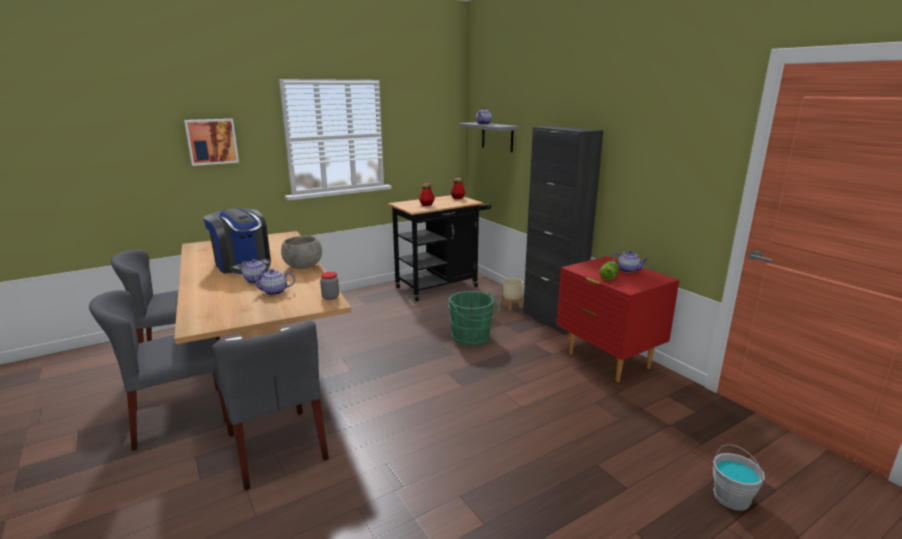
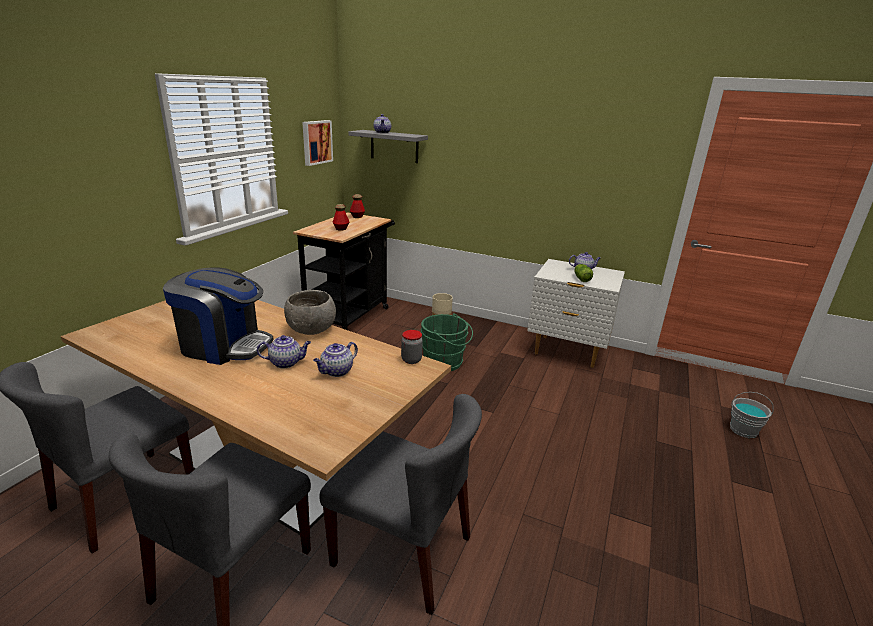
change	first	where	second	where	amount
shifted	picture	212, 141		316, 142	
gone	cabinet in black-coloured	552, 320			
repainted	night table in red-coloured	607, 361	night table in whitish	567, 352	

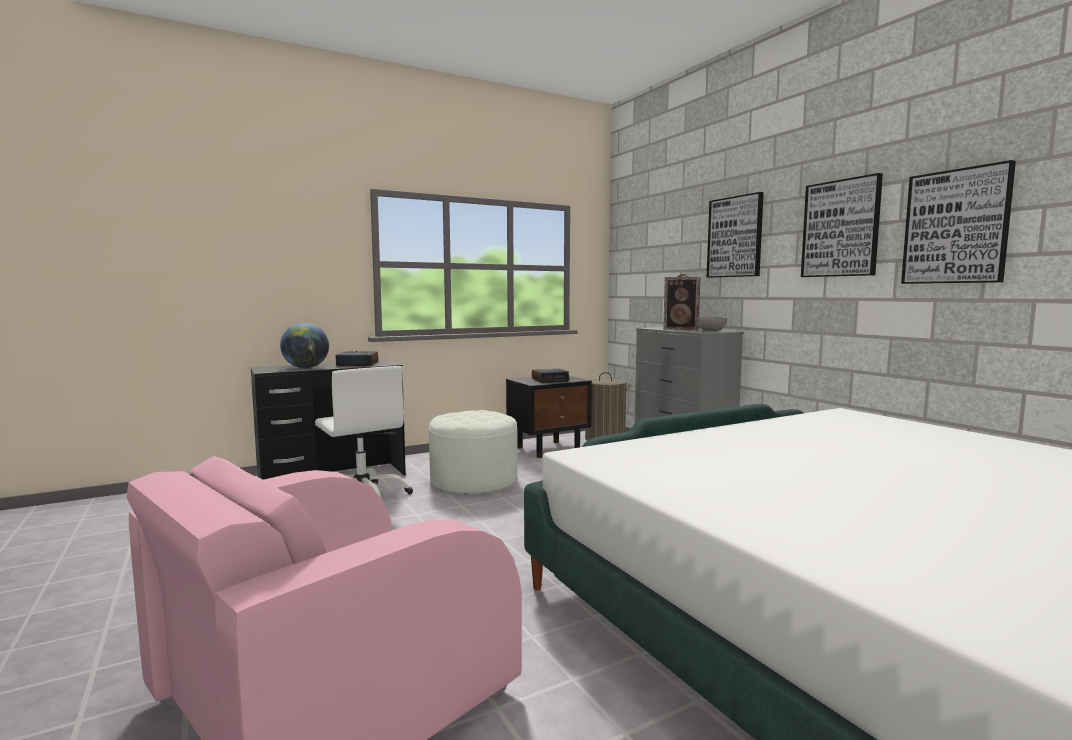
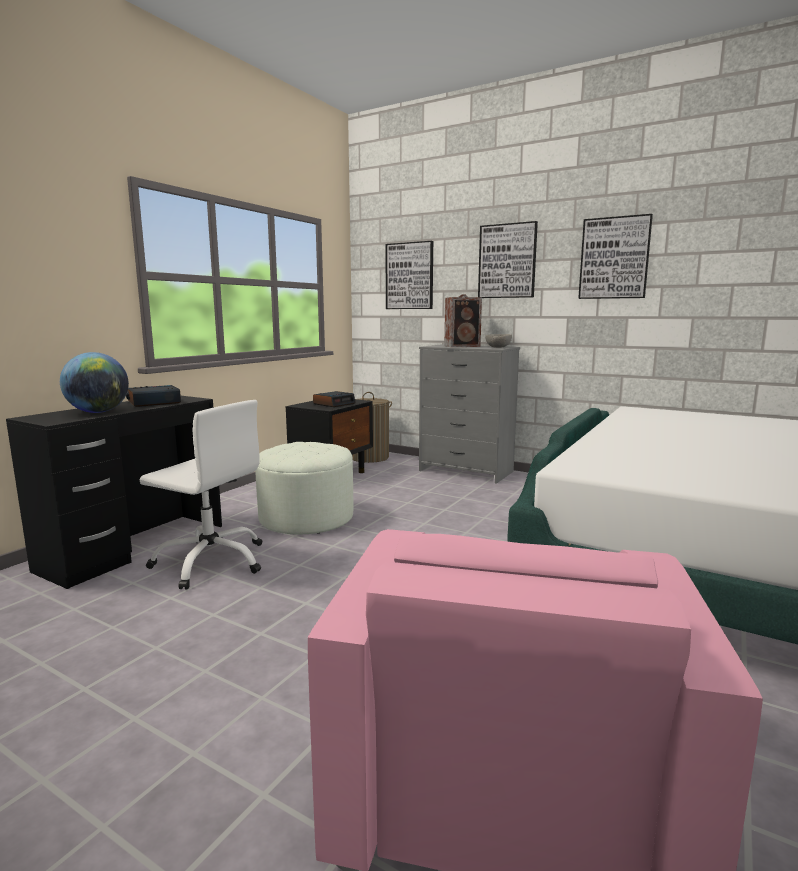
change	first	where	second	where	amount
shifted	picture	956, 227		409, 276	

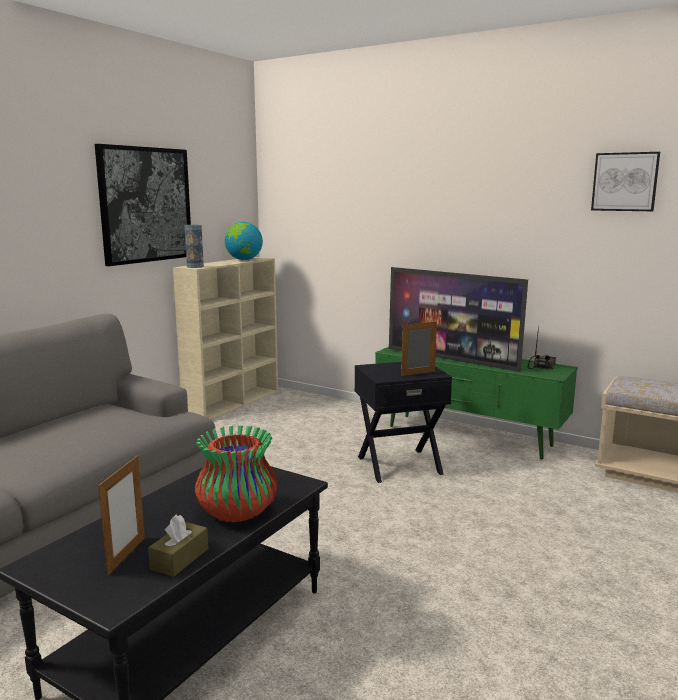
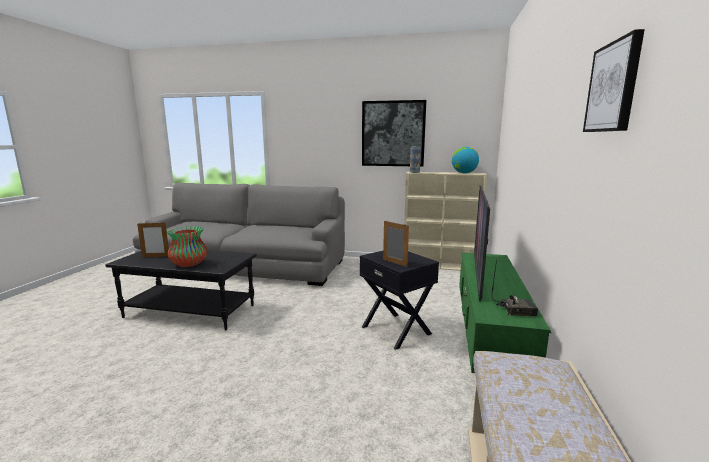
change	first	where	second	where	amount
gone	box of tissues in brown	180, 559			

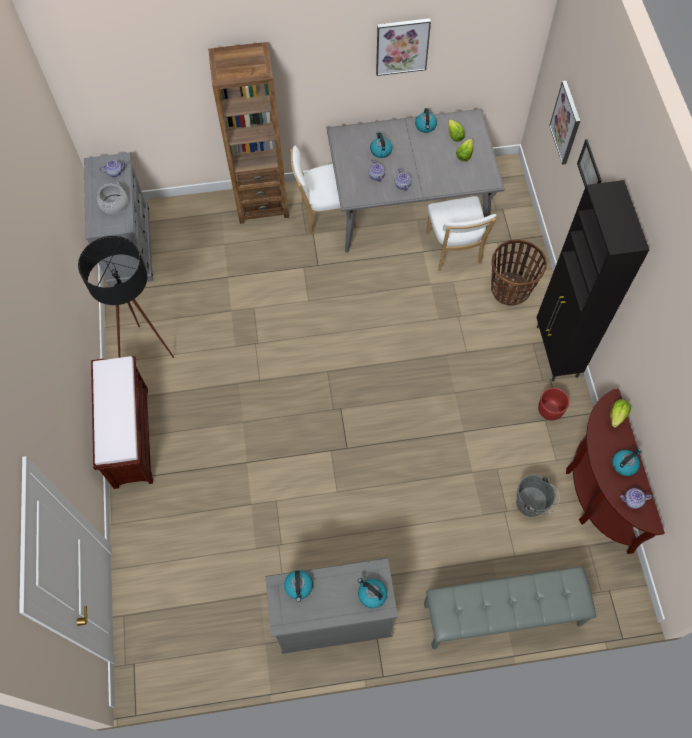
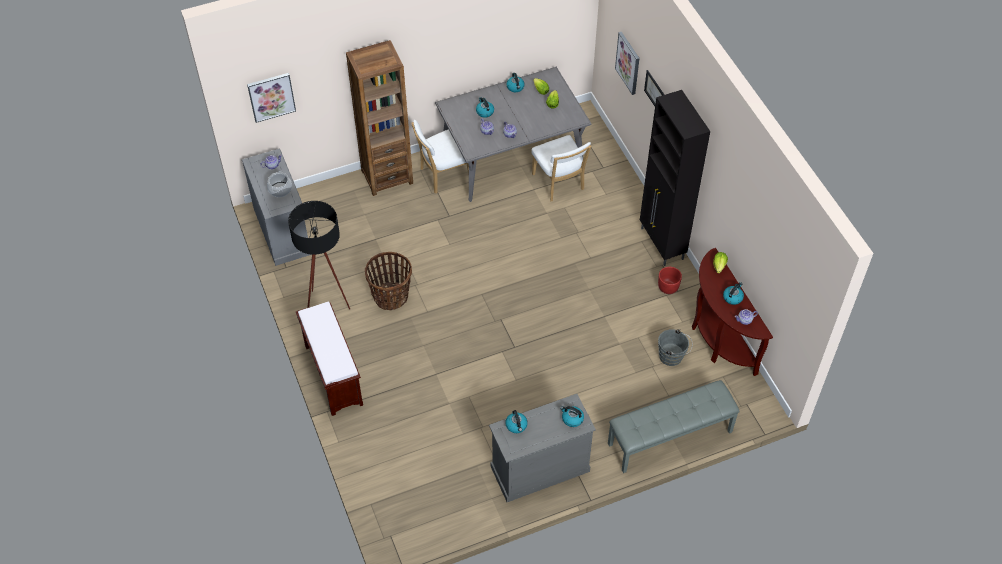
change	first	where	second	where	amount
shifted	picture	402, 46		271, 96	
shifted	household basket	510, 289		391, 296	

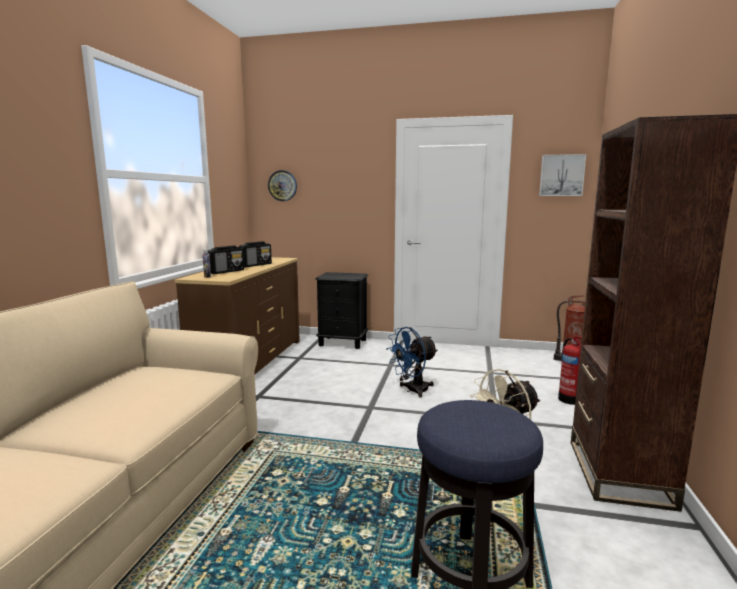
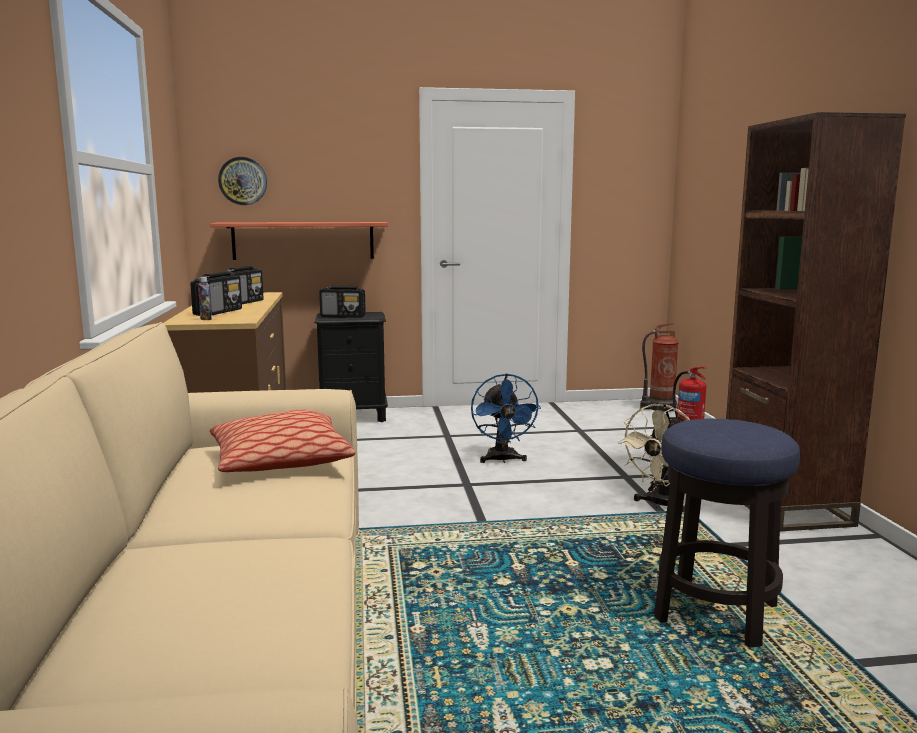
change	first	where	second	where	amount
gone	picture	561, 175			
rotated	electric fan in blue	412, 390		502, 460	45 degrees counterclockwise
new			shelf	303, 240	
new			radio set	343, 316	
new			cushion	280, 461	

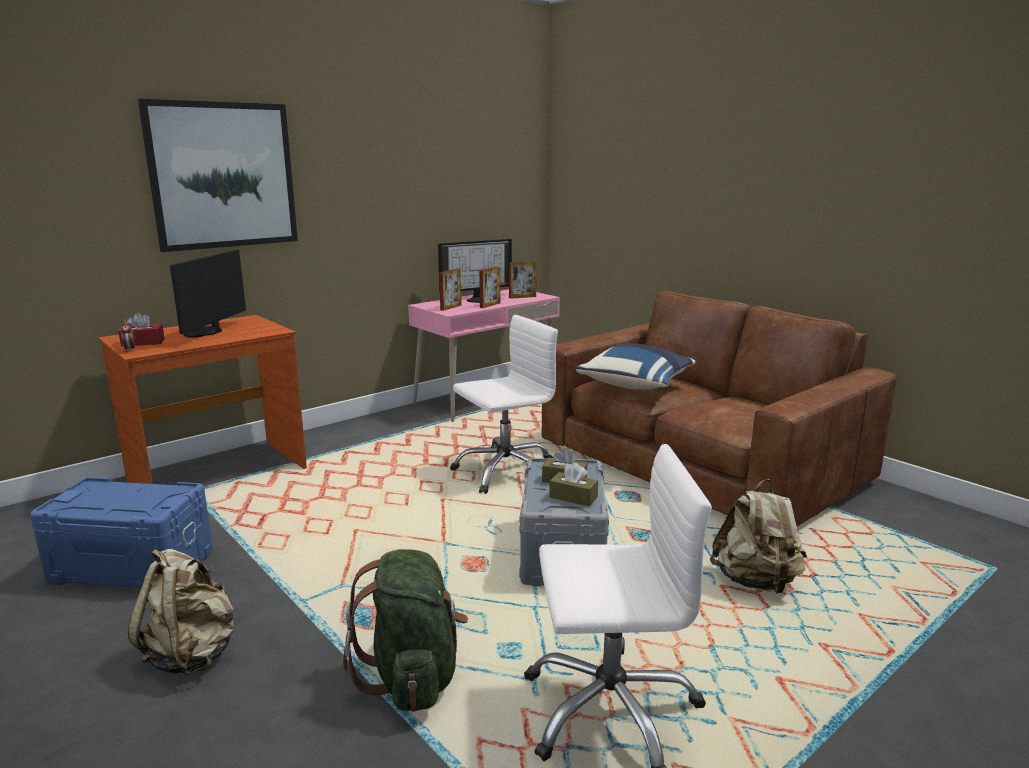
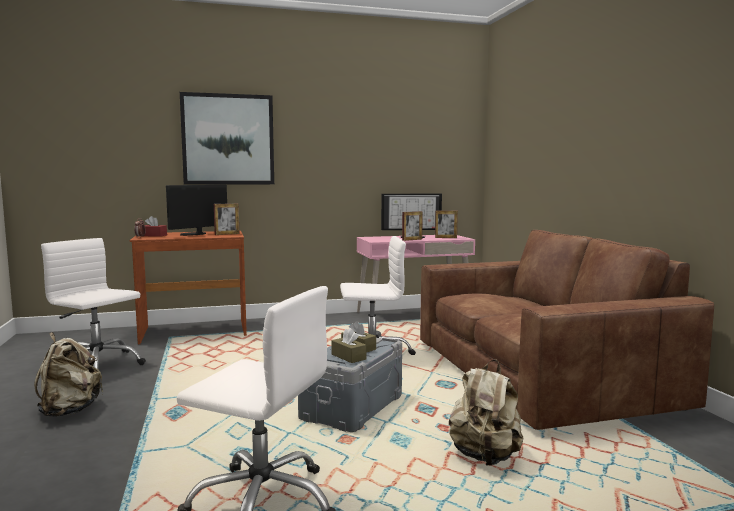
change	first	where	second	where	amount
shifted	standing frame	451, 307		227, 234	
gone	cushion in blue	637, 385			
swapped	storage box in blue	133, 565	office chair in whitish	97, 365	
gone	rucksack in green-coloured	412, 676			

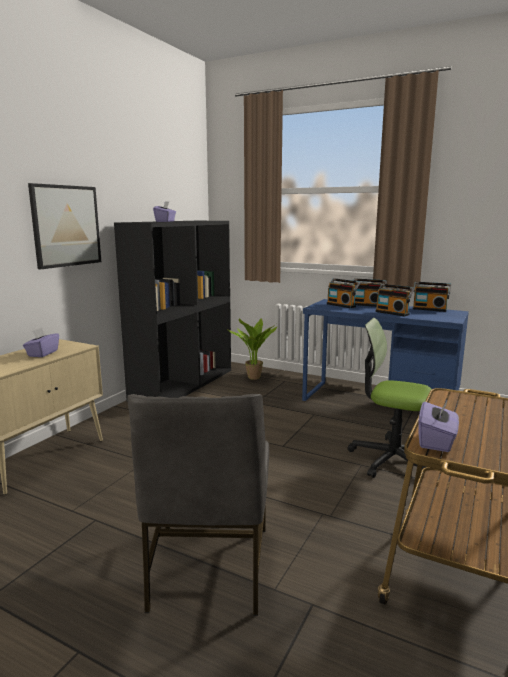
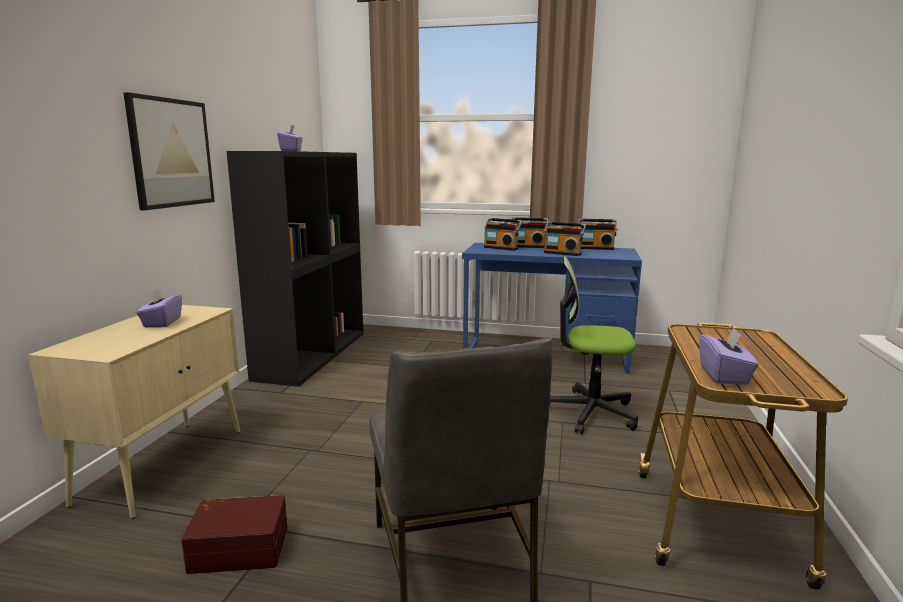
change	first	where	second	where	amount
gone	plant in a pot	255, 378			
new			storage box in brown	240, 547	

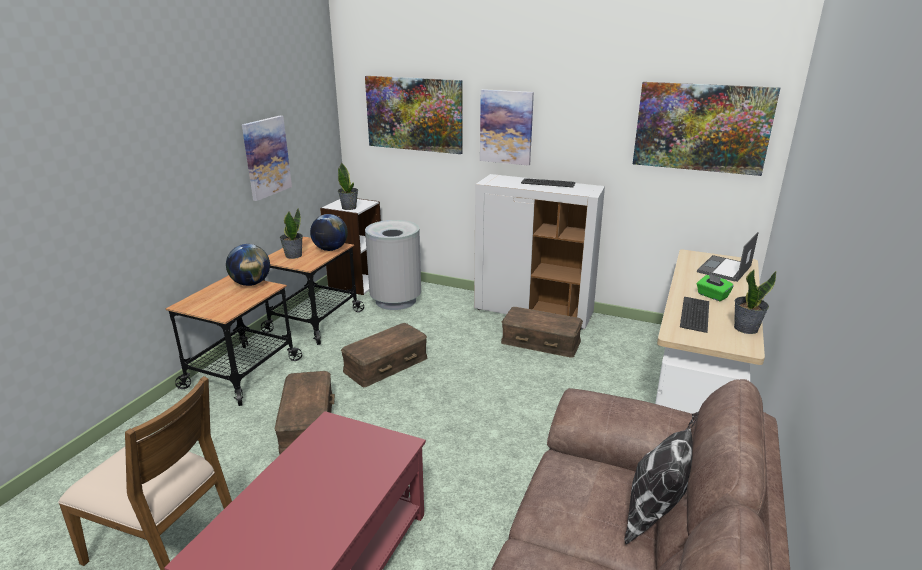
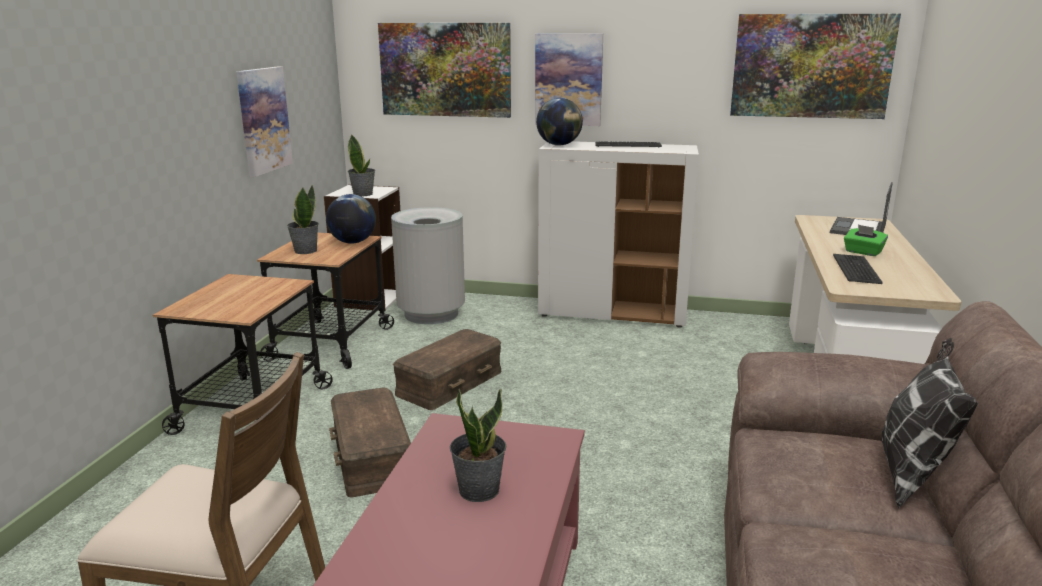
change	first	where	second	where	amount
shifted	globe	251, 284		559, 145	
shifted	plant in a pot	745, 328		478, 490	
gone	storage box in brown	541, 341			

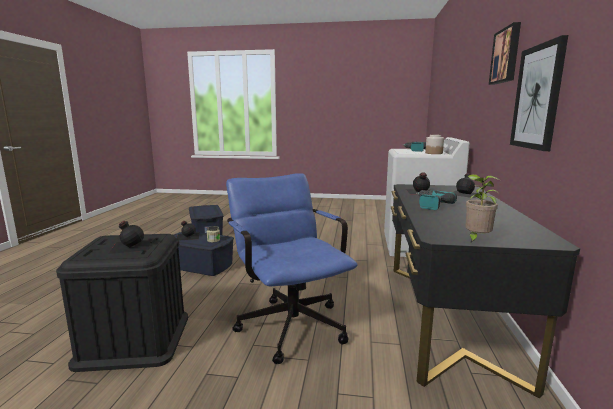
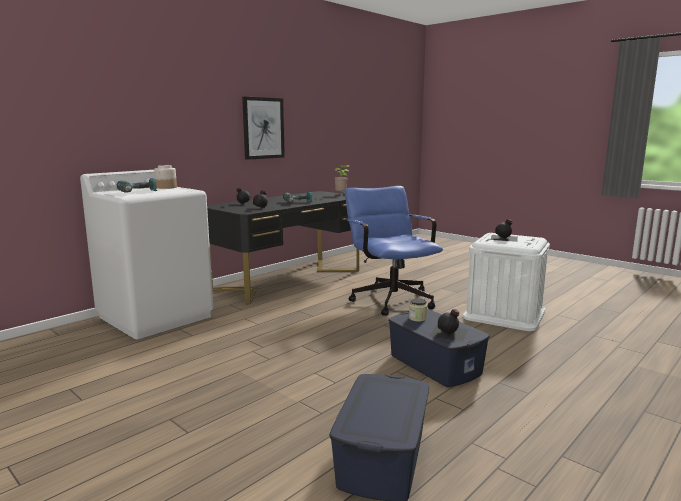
change	first	where	second	where	amount
gone	picture	506, 55			
rotated	office chair in blue	289, 322		389, 298	150 degrees clockwise
repainted	storage box in black-coloured	135, 339	storage box in whitish	504, 314	

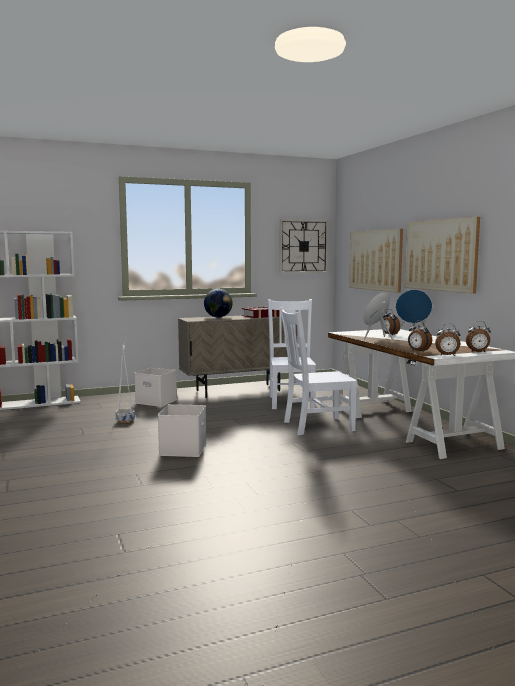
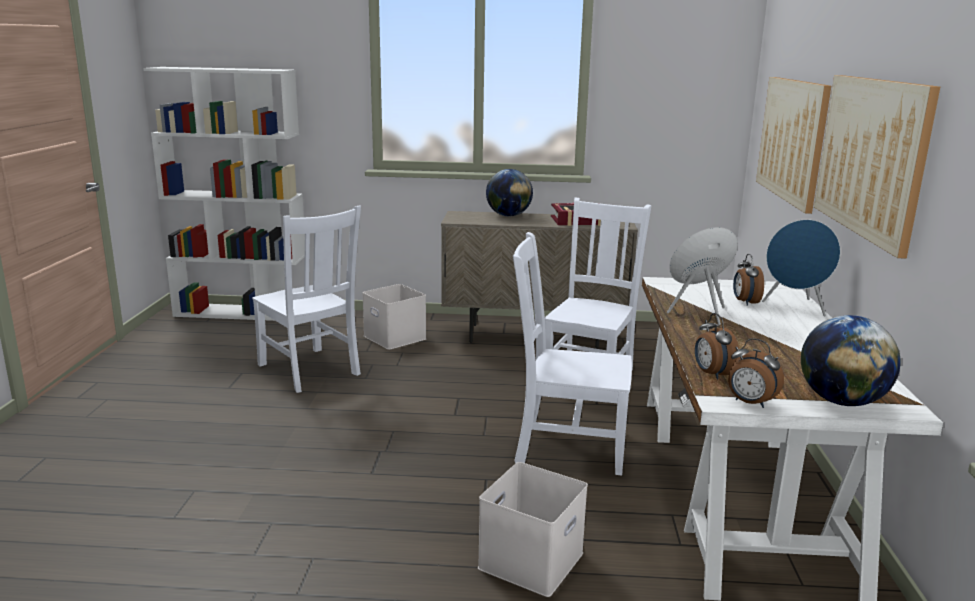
change	first	where	second	where	amount
gone	hanging clock	303, 246			
swapped	table clock	478, 352	globe	841, 401	
swapped	plant pot in whitish	125, 421	plain chair in whitish	310, 371	
shifted	storage box in whitish	183, 449		532, 562	

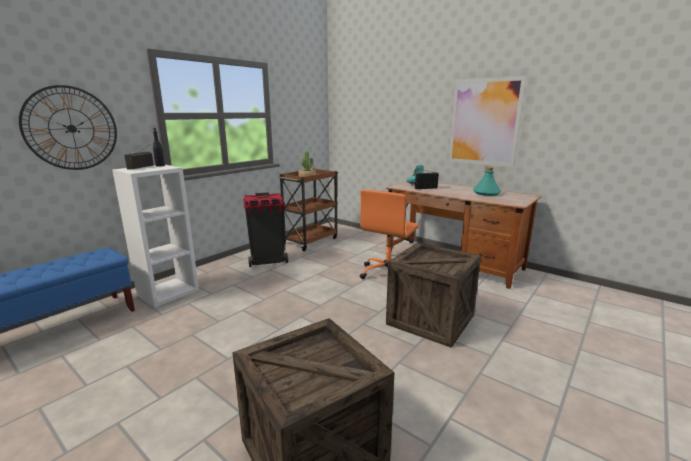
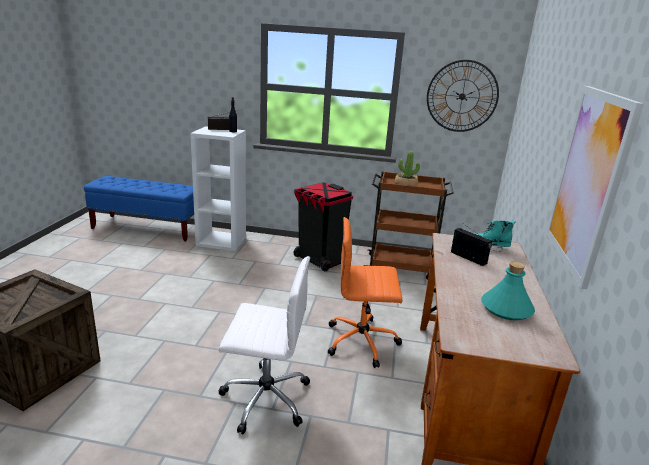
change	first	where	second	where	amount
shifted	hanging clock	71, 128		462, 96	
swapped	packing crate	430, 319	office chair in whitish	264, 398	

